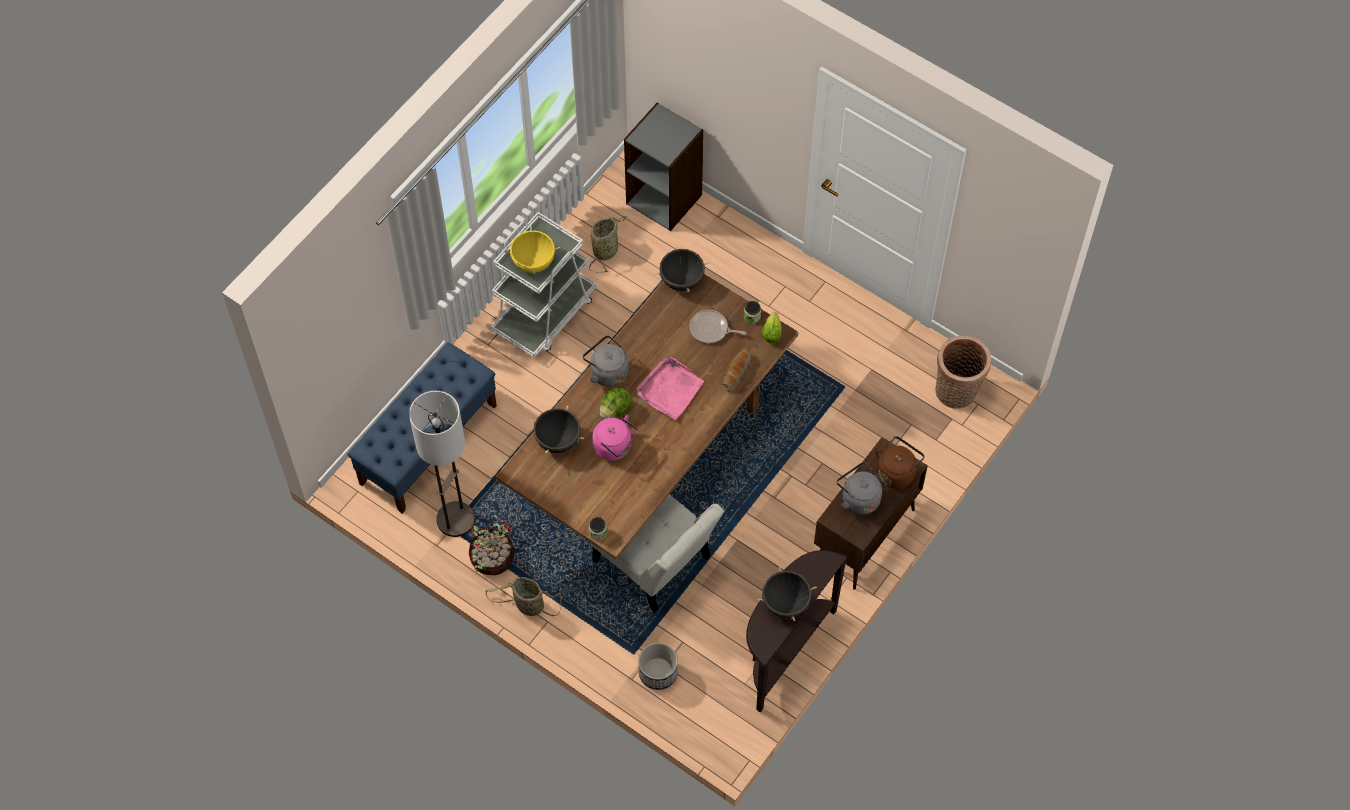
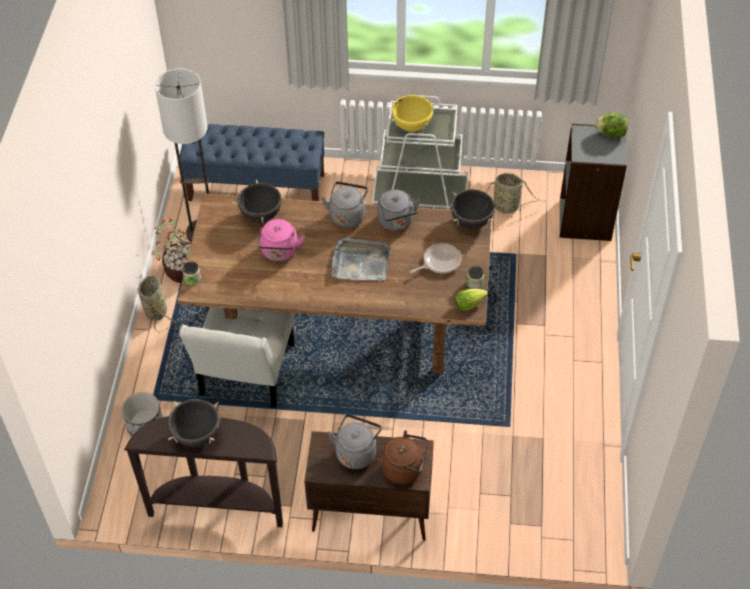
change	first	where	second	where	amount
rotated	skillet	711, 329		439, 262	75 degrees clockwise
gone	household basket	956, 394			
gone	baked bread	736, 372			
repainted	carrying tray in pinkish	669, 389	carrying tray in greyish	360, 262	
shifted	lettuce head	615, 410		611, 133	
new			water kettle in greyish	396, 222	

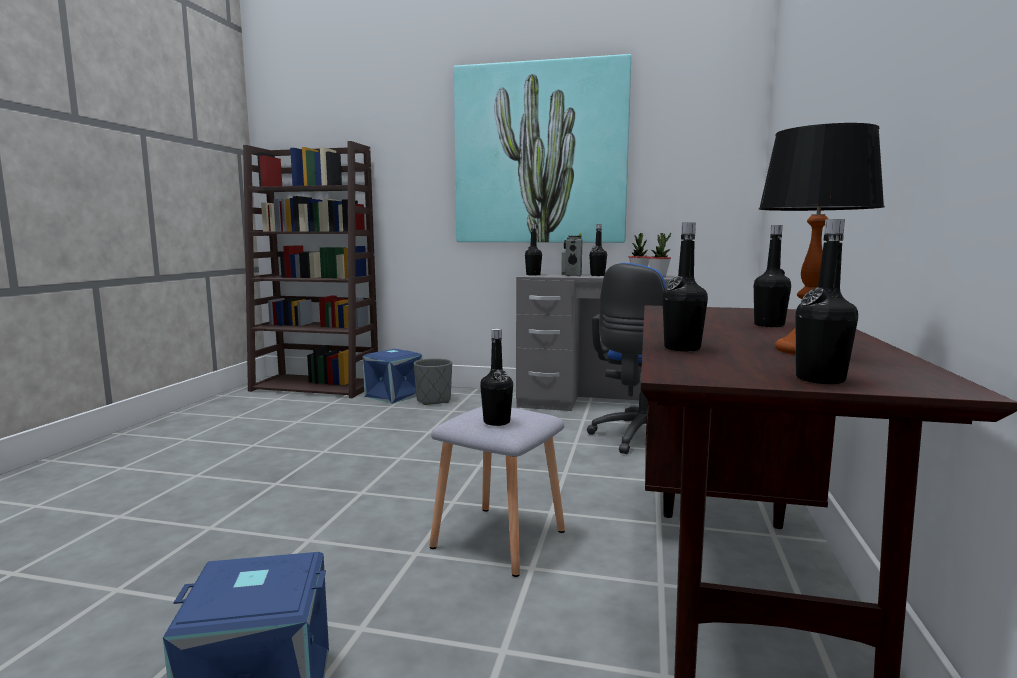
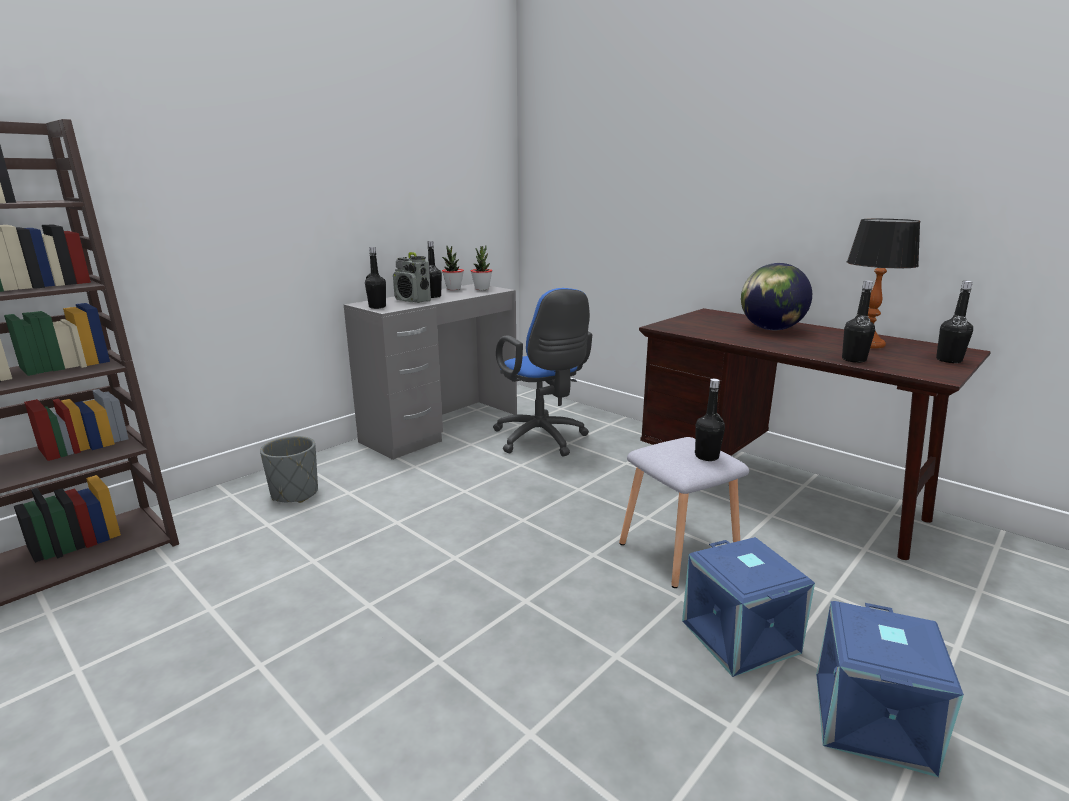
change	first	where	second	where	amount
gone	picture	540, 154			
swapped	beverage bottle in black-coloured	769, 325	globe	770, 329	
shifted	storage box in blue	394, 396		741, 636	

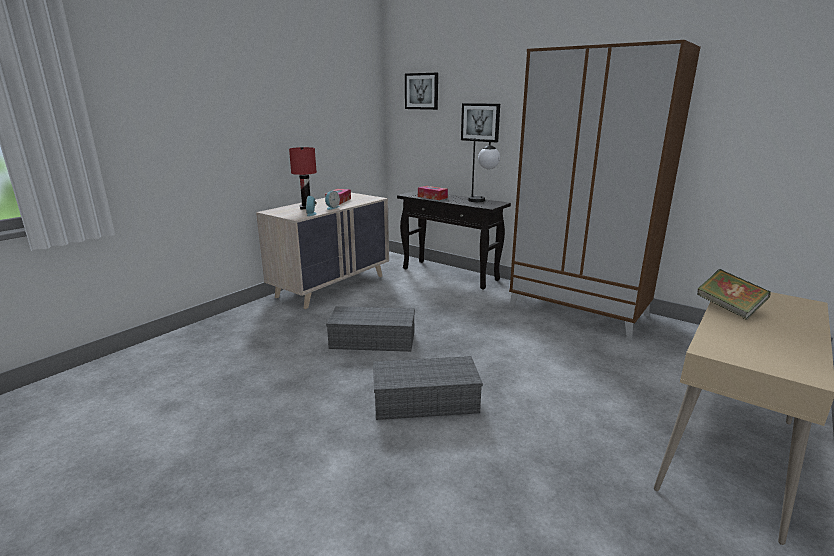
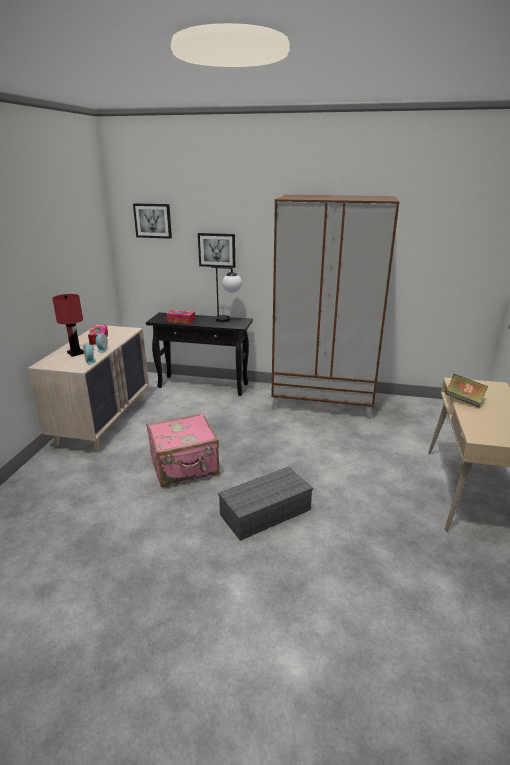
change	first	where	second	where	amount
swapped	storage box in greyish	374, 340	travel case in pinkish	185, 467	

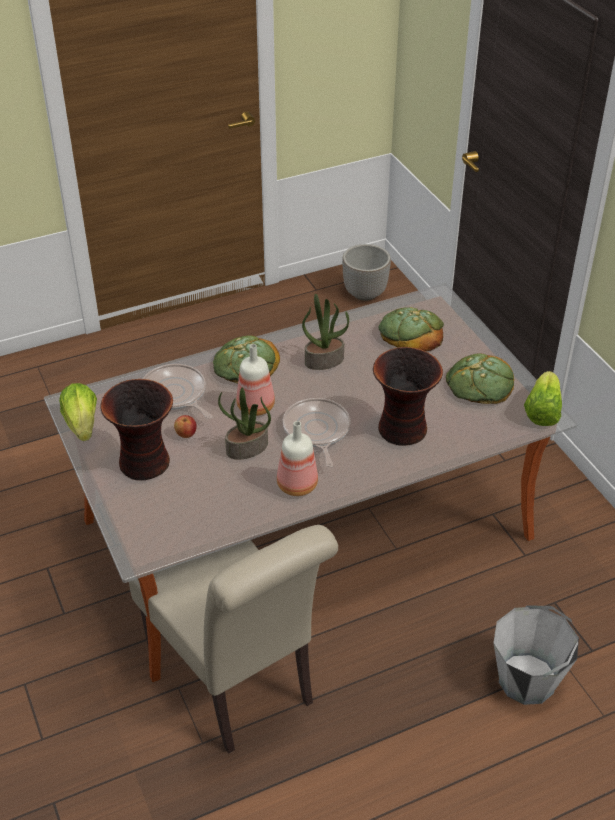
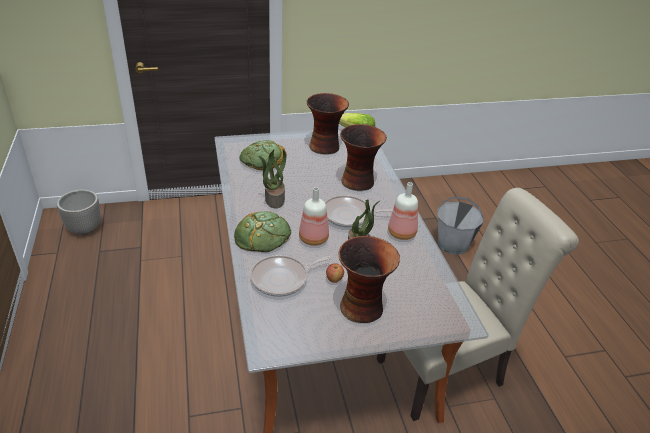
change	first	where	second	where	amount
swapped	baked bread	480, 384	decorative vase	325, 146	
gone	lettuce head	82, 424			

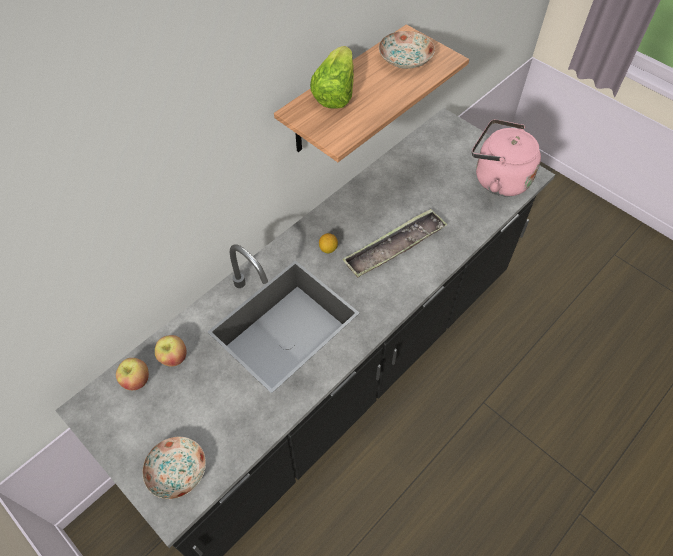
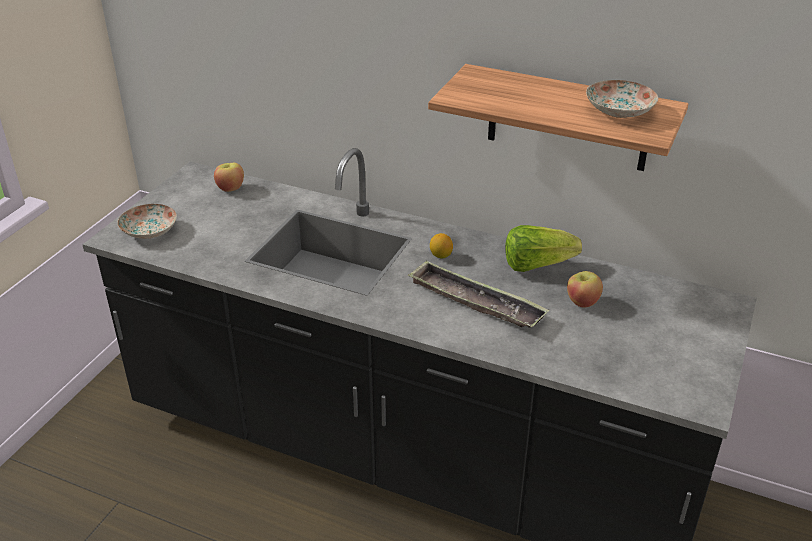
change	first	where	second	where	amount
shifted	lettuce head	335, 92		536, 264	
gone	water kettle in pinkish	497, 179			
shifted	whole apple	173, 357		582, 301	

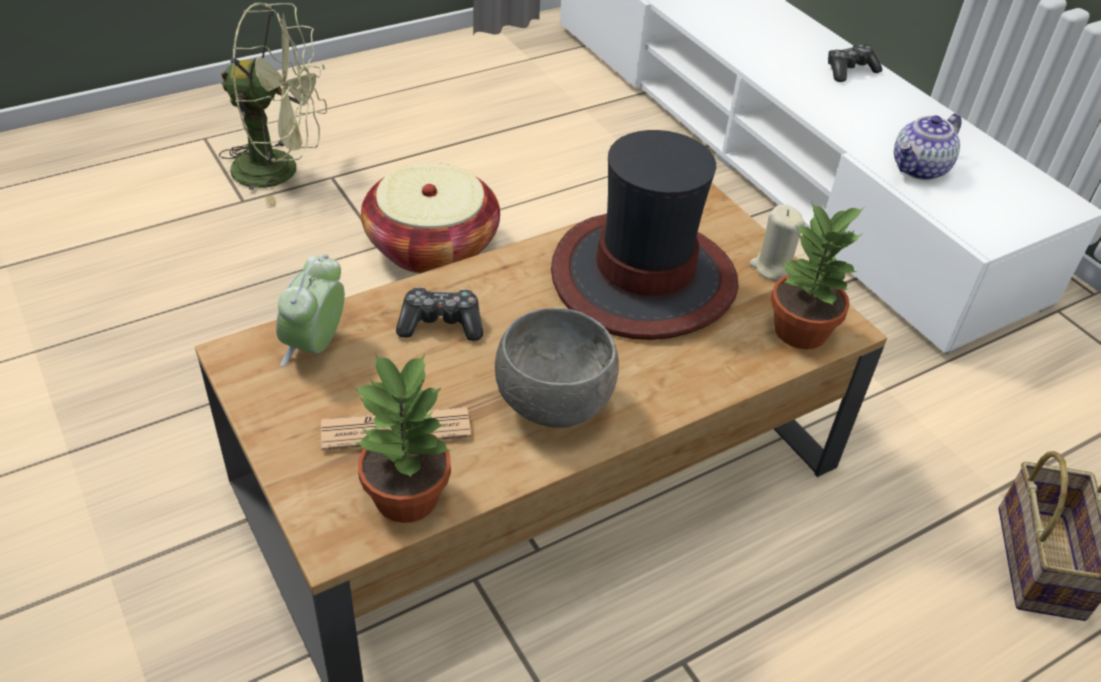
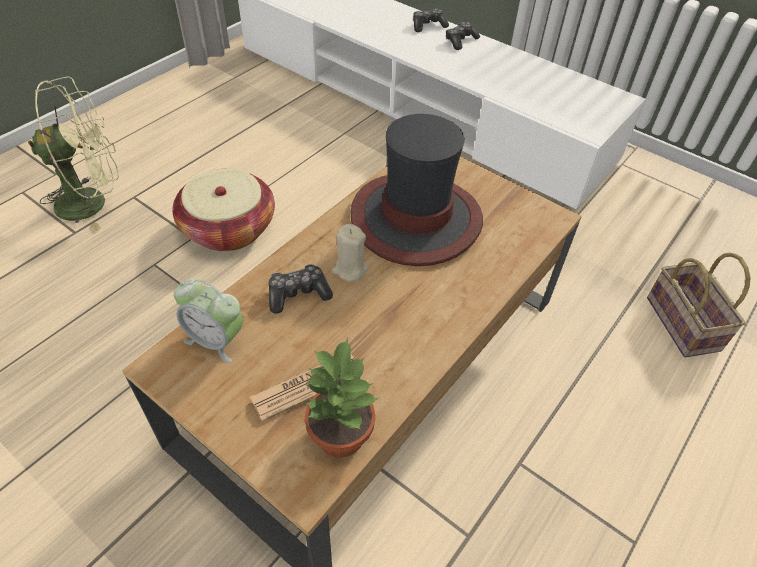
change	first	where	second	where	amount
gone	tea pot	919, 169			
gone	plant in a pot	801, 332			
shifted	wax light in beige-coloured	772, 267		350, 269	
rotated	table clock	315, 346		216, 340	60 degrees counterclockwise
gone	bowl in greyish	554, 405			
new			joypad	428, 26	

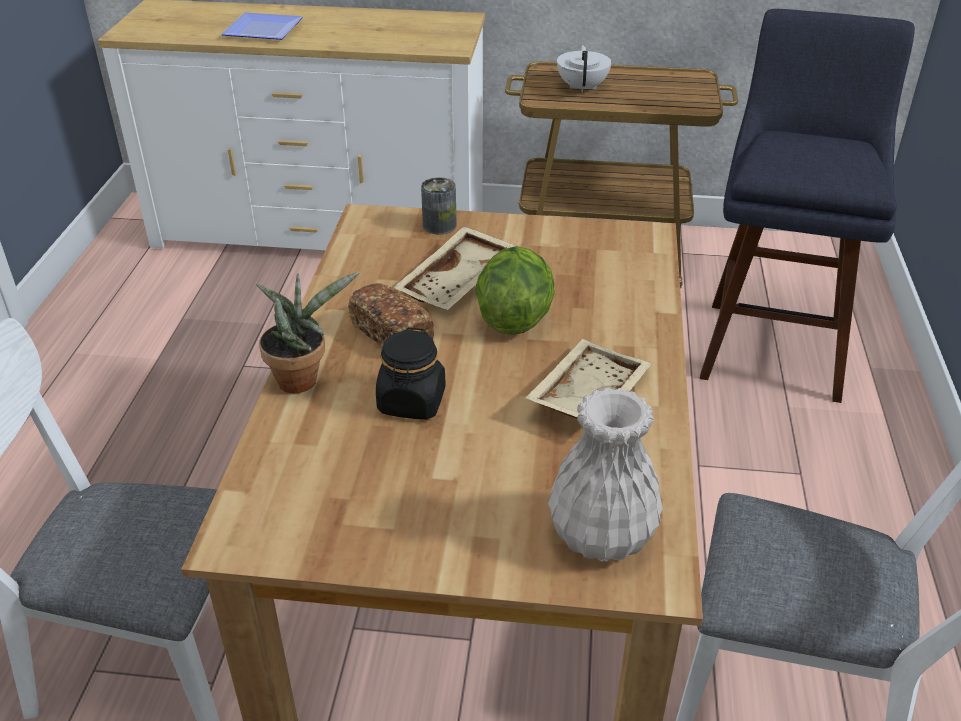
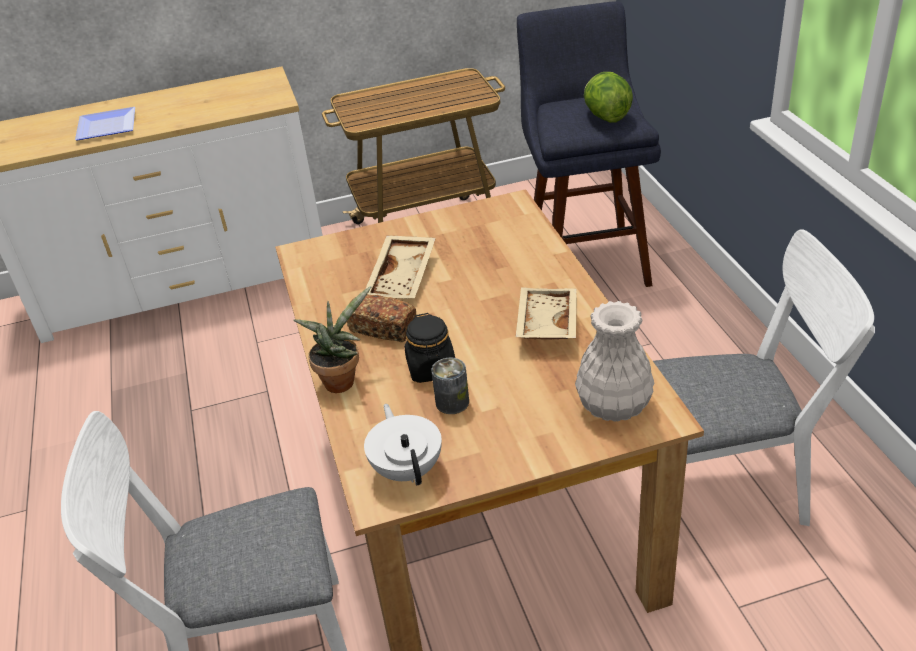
change	first	where	second	where	amount
shifted	tea pot in whitish	582, 88		407, 469	
shifted	can	439, 225		452, 402	
shifted	lettuce head	513, 318		606, 117	

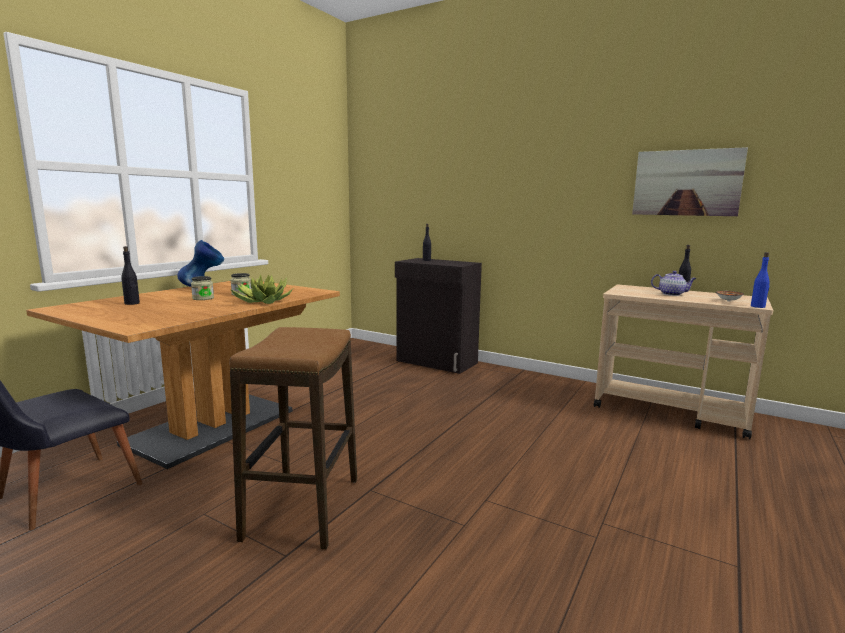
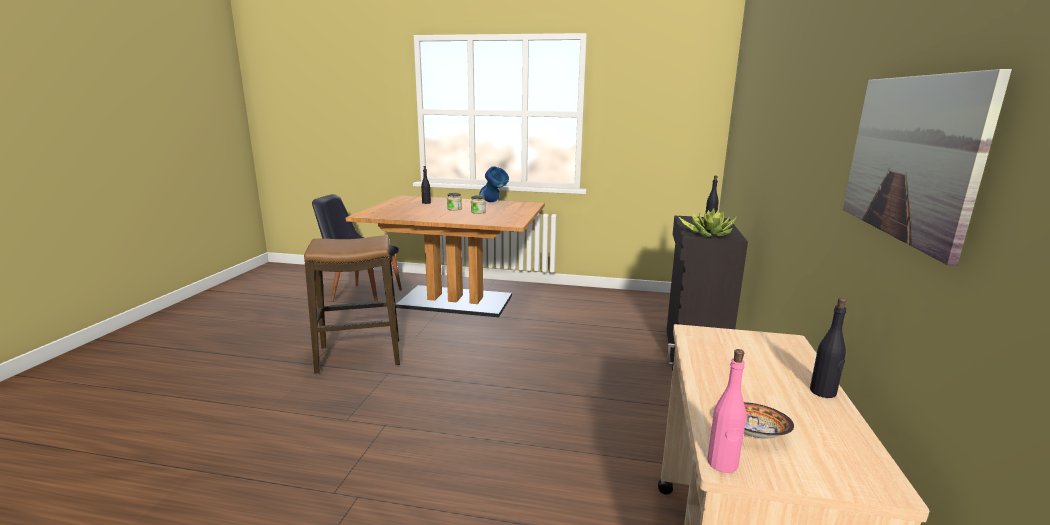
change	first	where	second	where	amount
repainted	beverage bottle in blue	758, 306	beverage bottle in pinkish	722, 464	
gone	tea pot	672, 294			
shifted	plant in a pot	262, 301		707, 233	

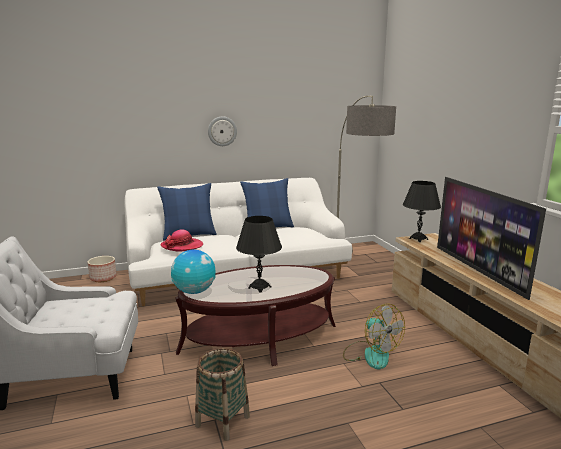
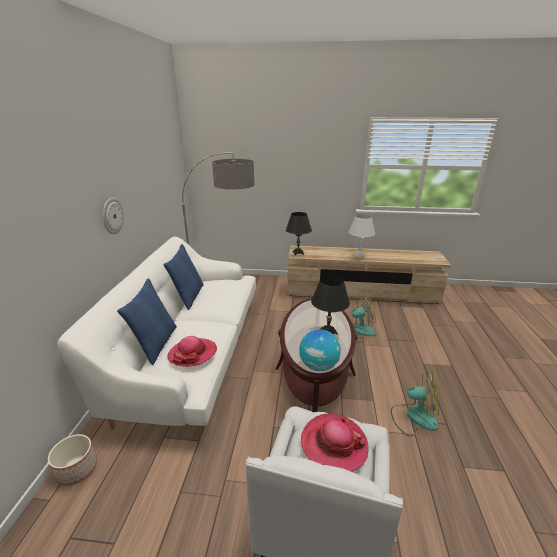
change	first	where	second	where	amount
swapped	television	479, 270	tabletop lamp in whitish	359, 256	
swapped	household basket	223, 421	electric fan	414, 417	
new			clothing hat	334, 444	

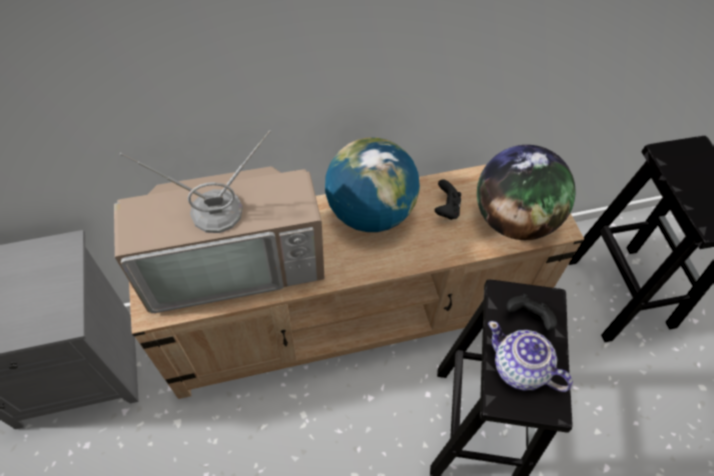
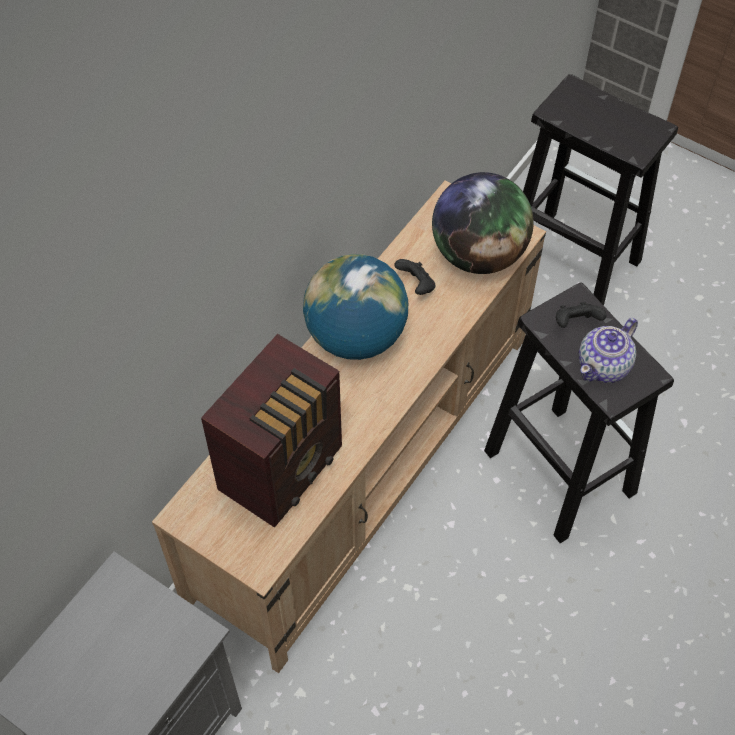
change	first	where	second	where	amount
swapped	television	234, 260	radio set	284, 467	
rotated	tea pot	520, 368		604, 366	45 degrees counterclockwise

